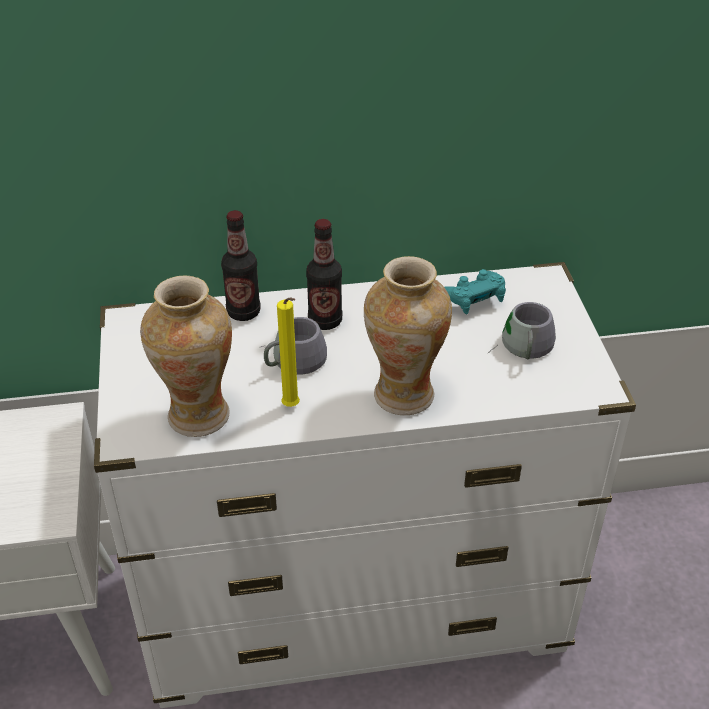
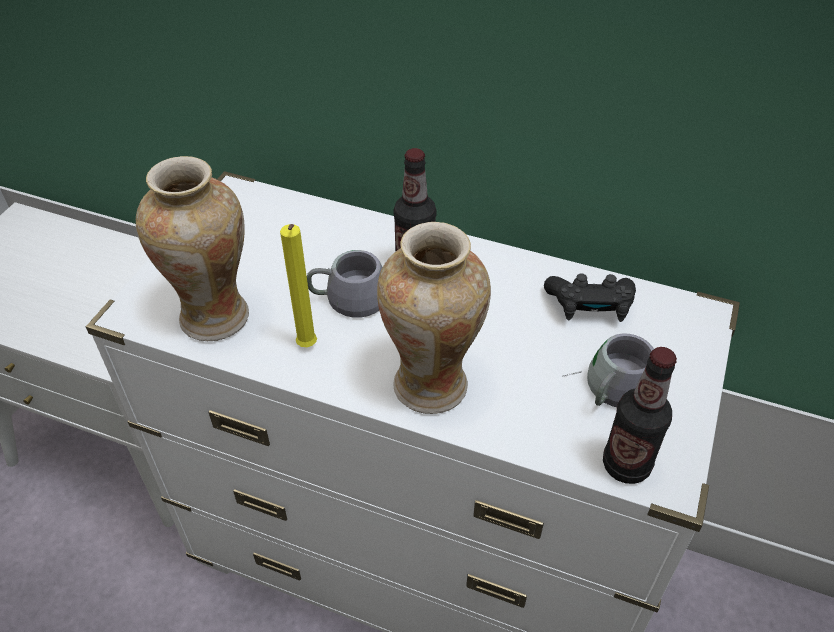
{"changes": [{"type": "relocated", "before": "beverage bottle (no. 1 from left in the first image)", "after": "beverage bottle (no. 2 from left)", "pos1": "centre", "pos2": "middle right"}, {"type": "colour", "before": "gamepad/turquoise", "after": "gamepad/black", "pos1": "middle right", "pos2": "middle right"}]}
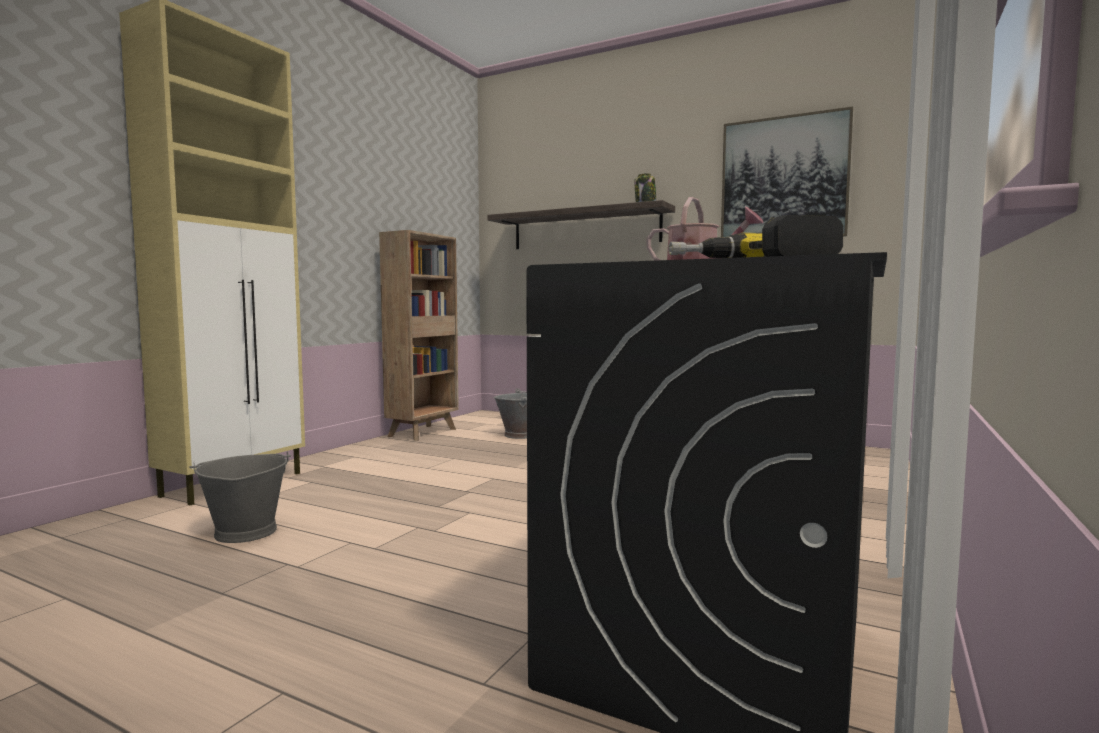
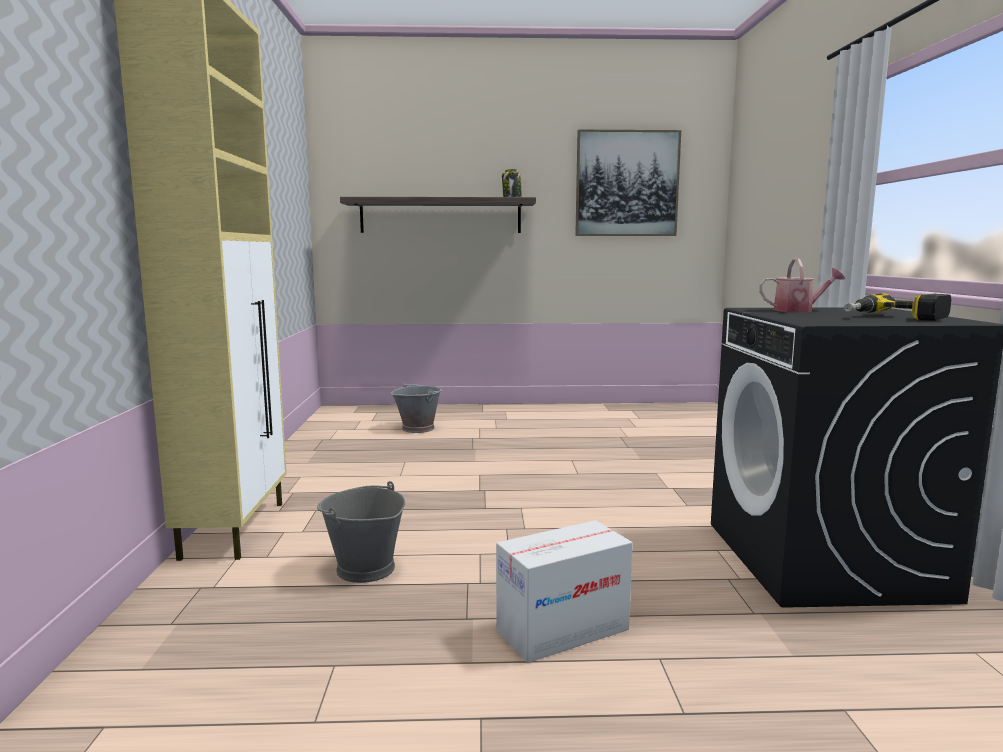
{"changes": [{"type": "missing", "before": "bookcase/brown-coloured", "pos1": "centre"}, {"type": "appeared", "after": "carton", "pos2": "bottom centre"}]}
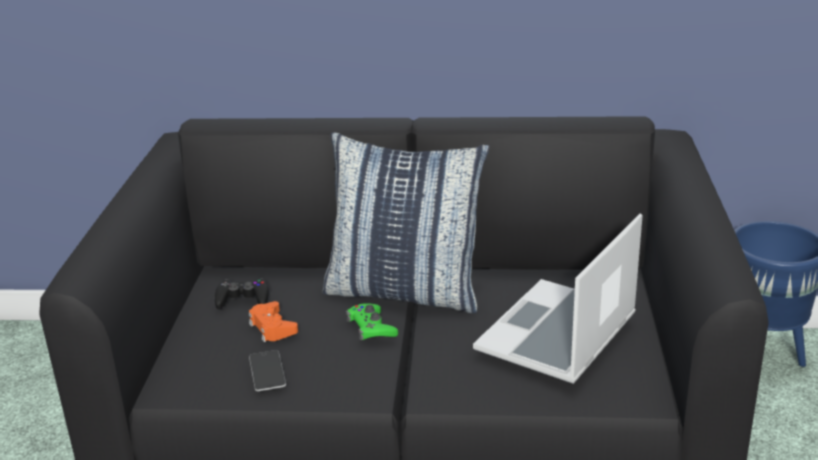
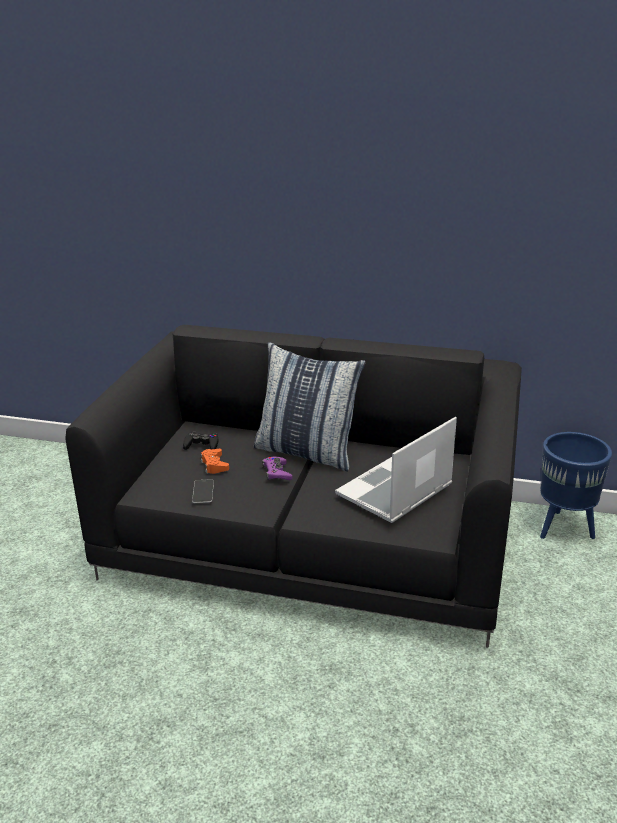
{"changes": [{"type": "colour", "before": "gamepad/greenish", "after": "gamepad/purplish", "pos1": "bottom centre", "pos2": "centre"}]}
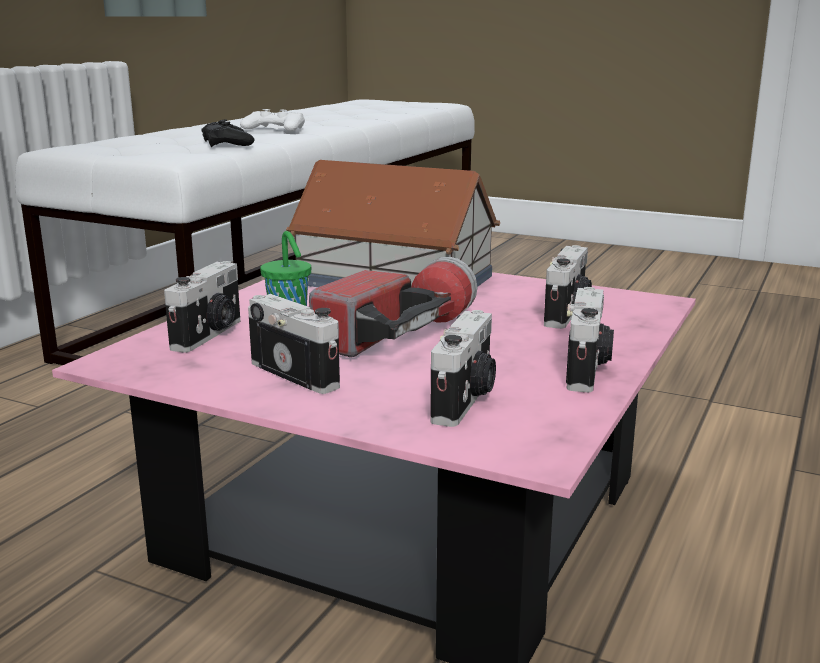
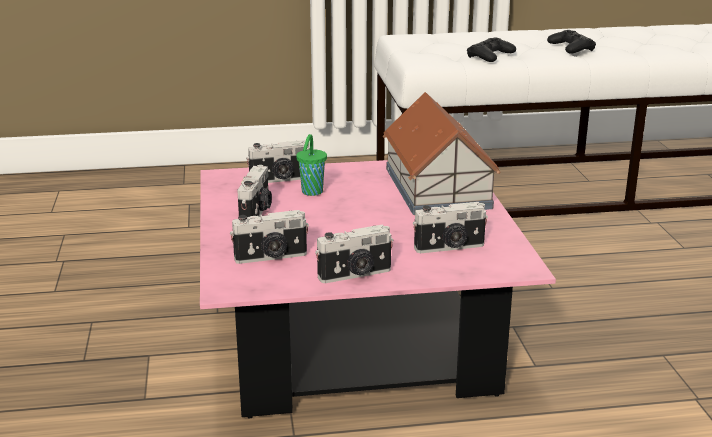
{"changes": [{"type": "colour", "before": "gamepad/whitish", "after": "gamepad/black (no. 2 from left)", "pos1": "top left", "pos2": "top right"}, {"type": "missing", "before": "hand torch", "pos1": "centre"}]}
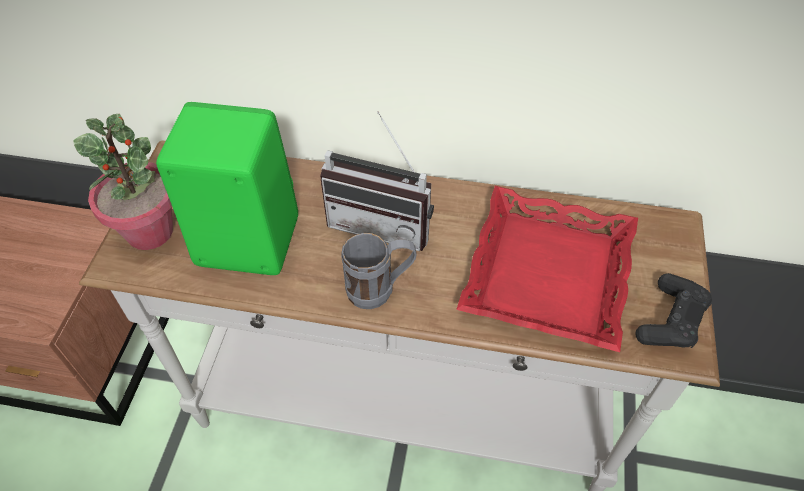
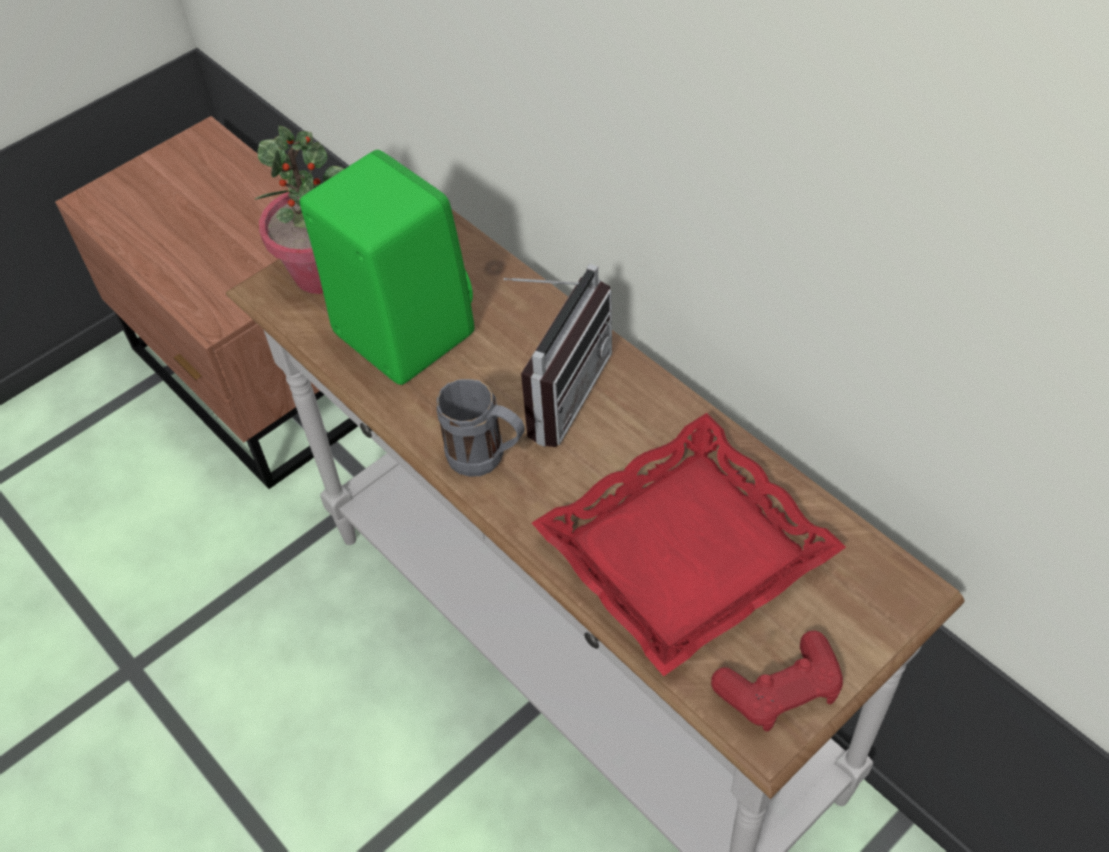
{"changes": [{"type": "spun", "before": "radio", "pos1": "centre", "pos2": "centre", "turn": -120}, {"type": "colour", "before": "gamepad/black", "after": "gamepad/red-coloured", "pos1": "middle right", "pos2": "bottom right"}]}
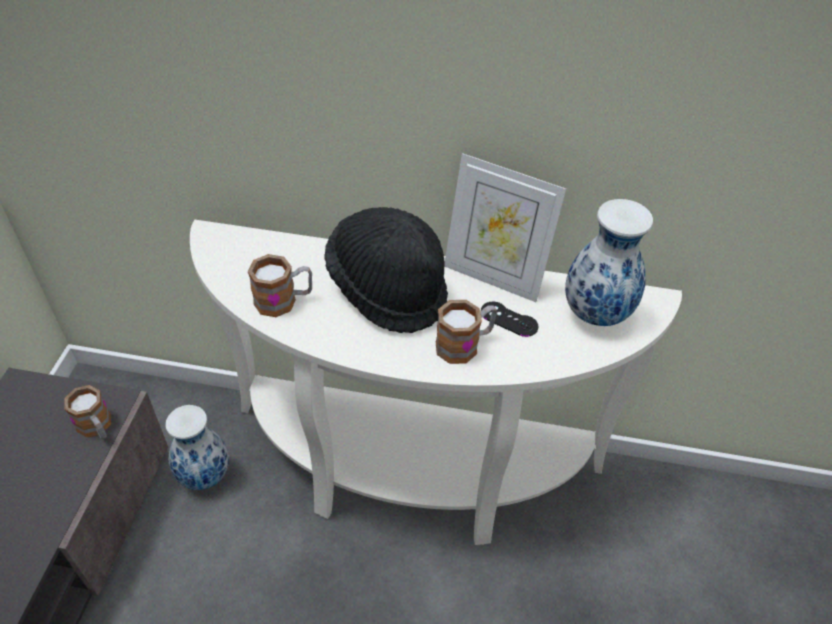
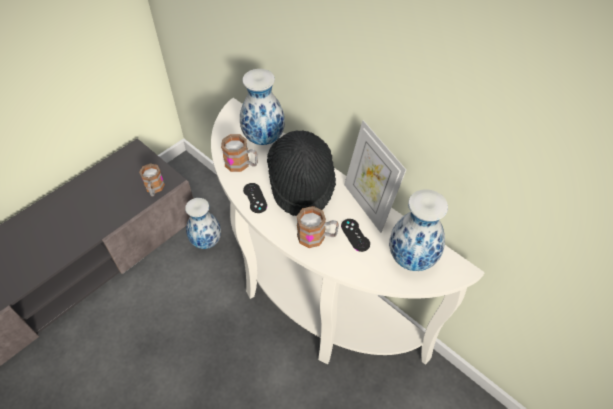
{"changes": [{"type": "appeared", "after": "vase (no. 2 from left)", "pos2": "top centre"}, {"type": "appeared", "after": "gamepad/black (no. 1 from left)", "pos2": "centre"}]}
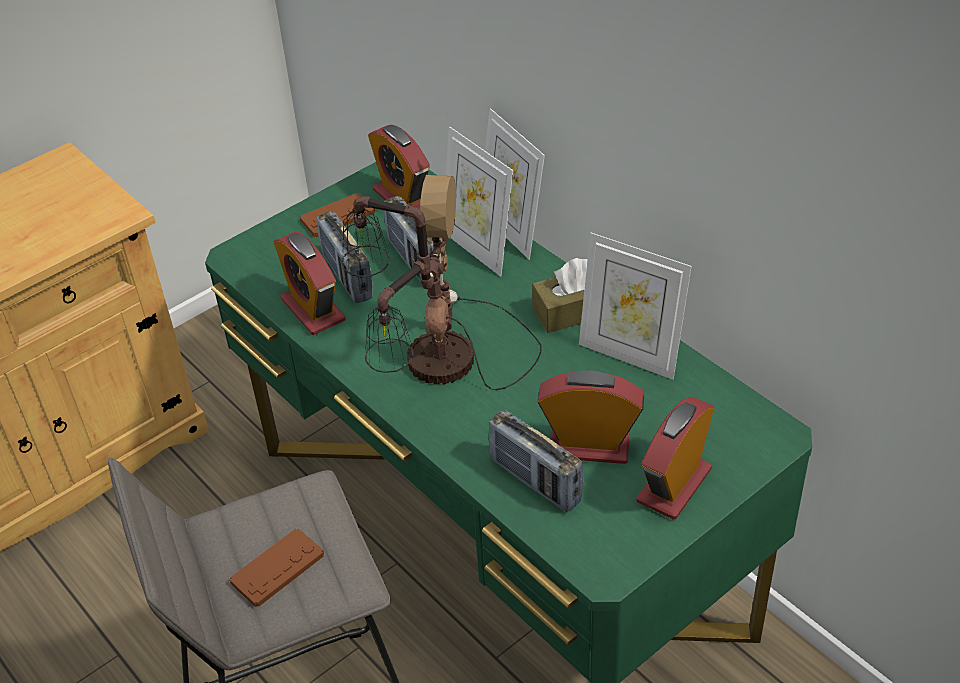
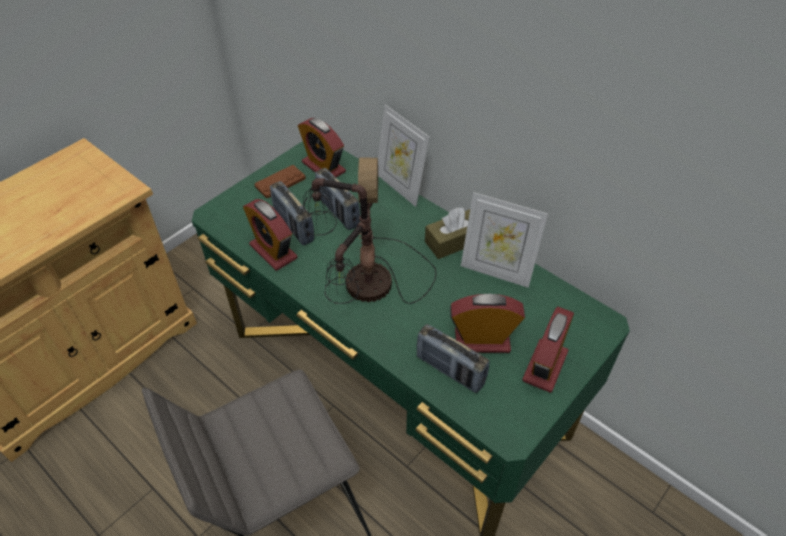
{"changes": [{"type": "missing", "before": "photo frame (no. 1 from left)", "pos1": "top centre"}, {"type": "missing", "before": "gamepad/brown-coloured (no. 1 from left)", "pos1": "bottom left"}]}
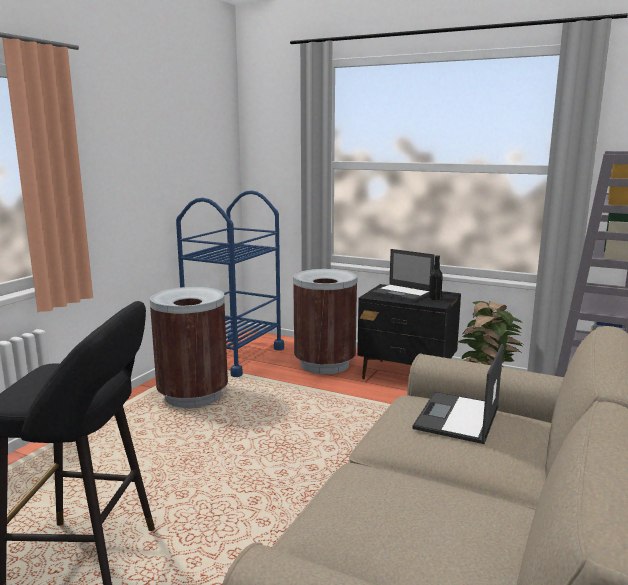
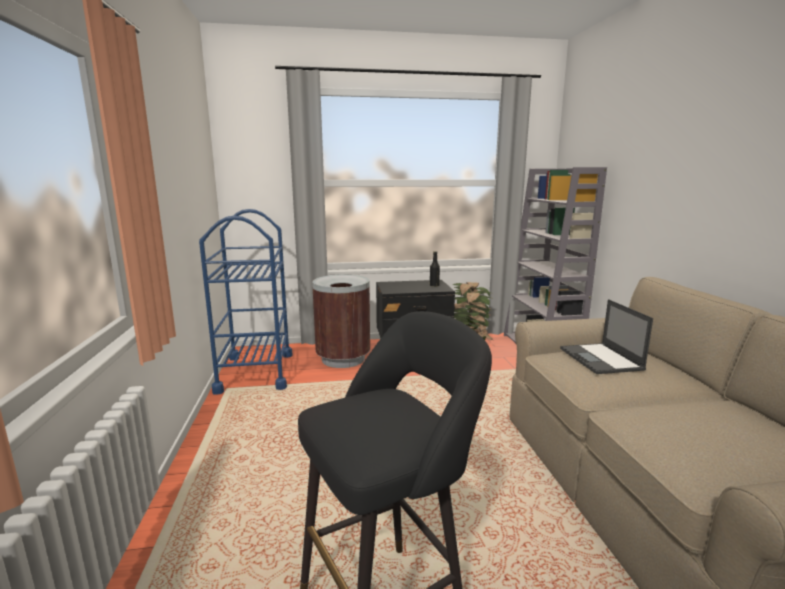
{"changes": [{"type": "missing", "before": "portable computer (no. 1 from left)", "pos1": "centre"}, {"type": "missing", "before": "trash can/brown-coloured (no. 1 from left)", "pos1": "middle left"}]}
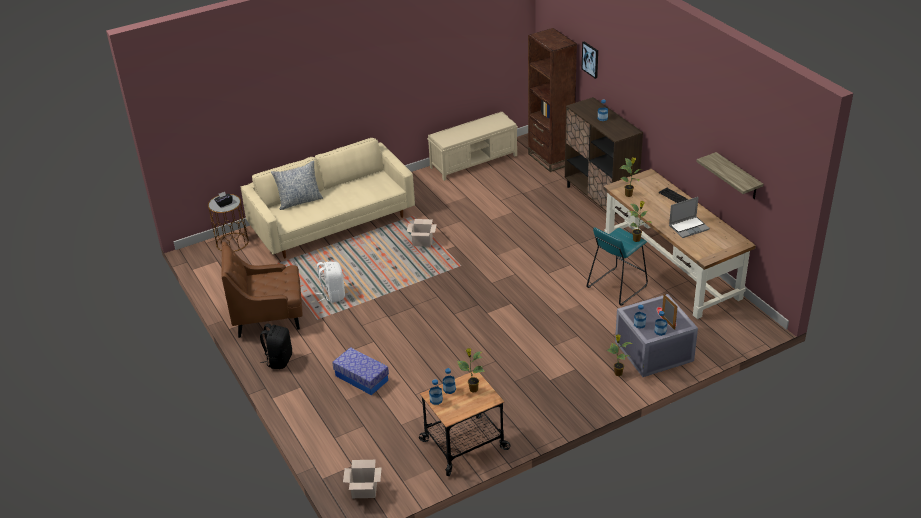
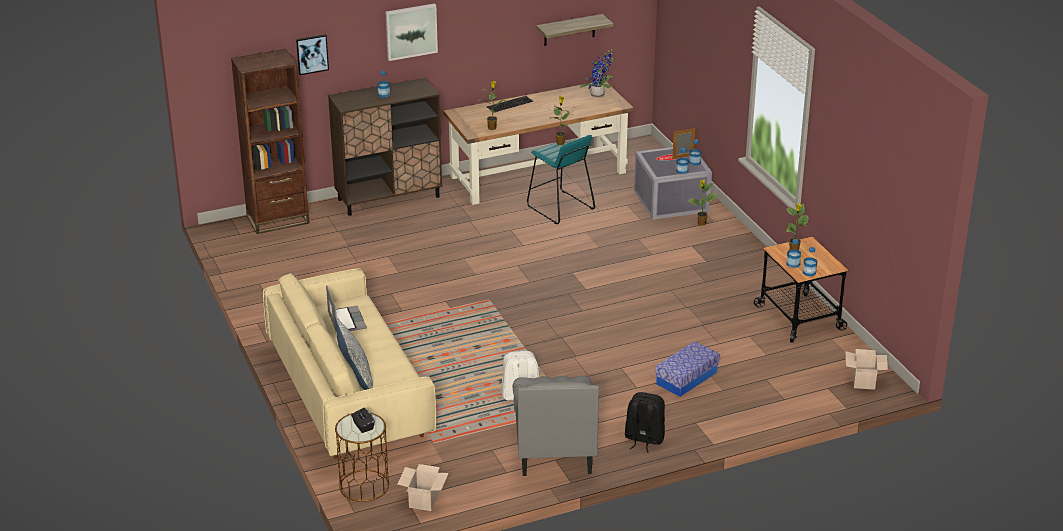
{"changes": [{"type": "missing", "before": "bench/sand-coloured", "pos1": "top centre"}, {"type": "relocated", "before": "portable computer", "pos1": "middle right", "pos2": "middle left"}, {"type": "relocated", "before": "carton (no. 2 from left in the first image)", "after": "carton (no. 1 from left)", "pos1": "centre", "pos2": "bottom centre"}, {"type": "colour", "before": "armchair/brown-coloured", "after": "armchair/gray", "pos1": "middle left", "pos2": "bottom centre"}, {"type": "appeared", "after": "wall picture (no. 2 from left)", "pos2": "top centre"}, {"type": "appeared", "after": "plant in a pot (no. 3 from left)", "pos2": "top centre"}]}
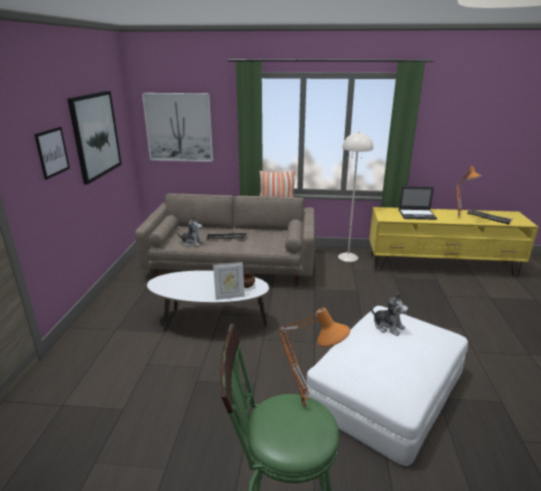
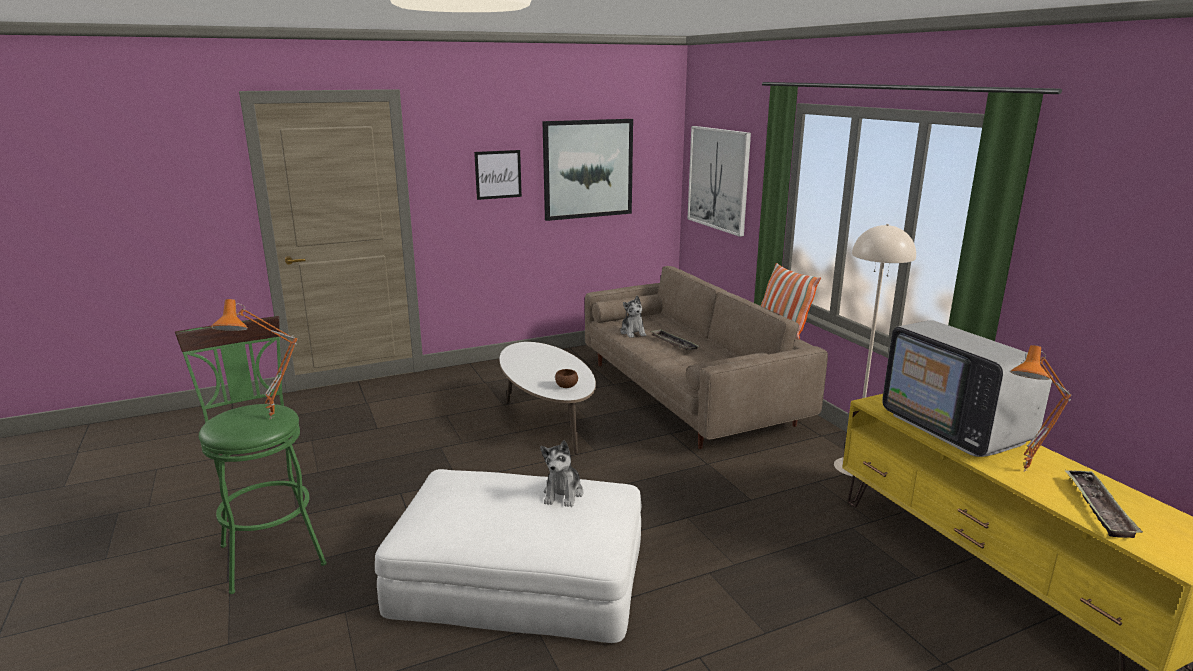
{"changes": [{"type": "exchanged", "before": "portable computer", "after": "TV set", "pos1": "middle right", "pos2": "middle right"}, {"type": "missing", "before": "photo frame", "pos1": "centre"}]}
